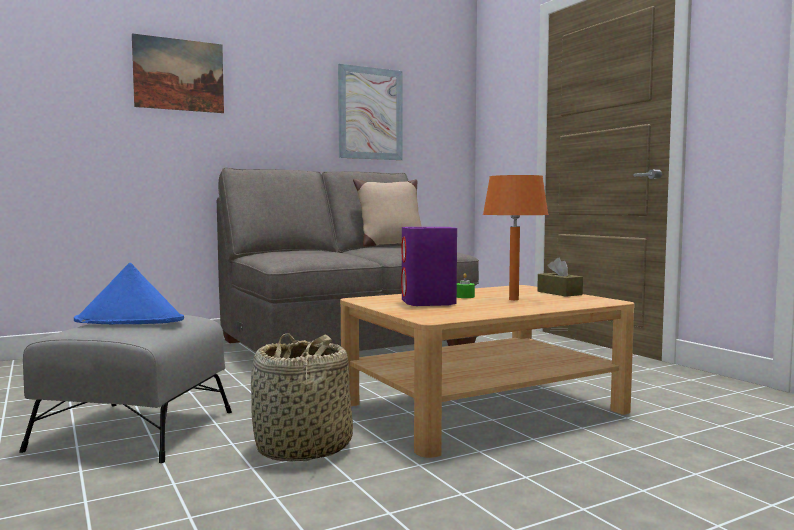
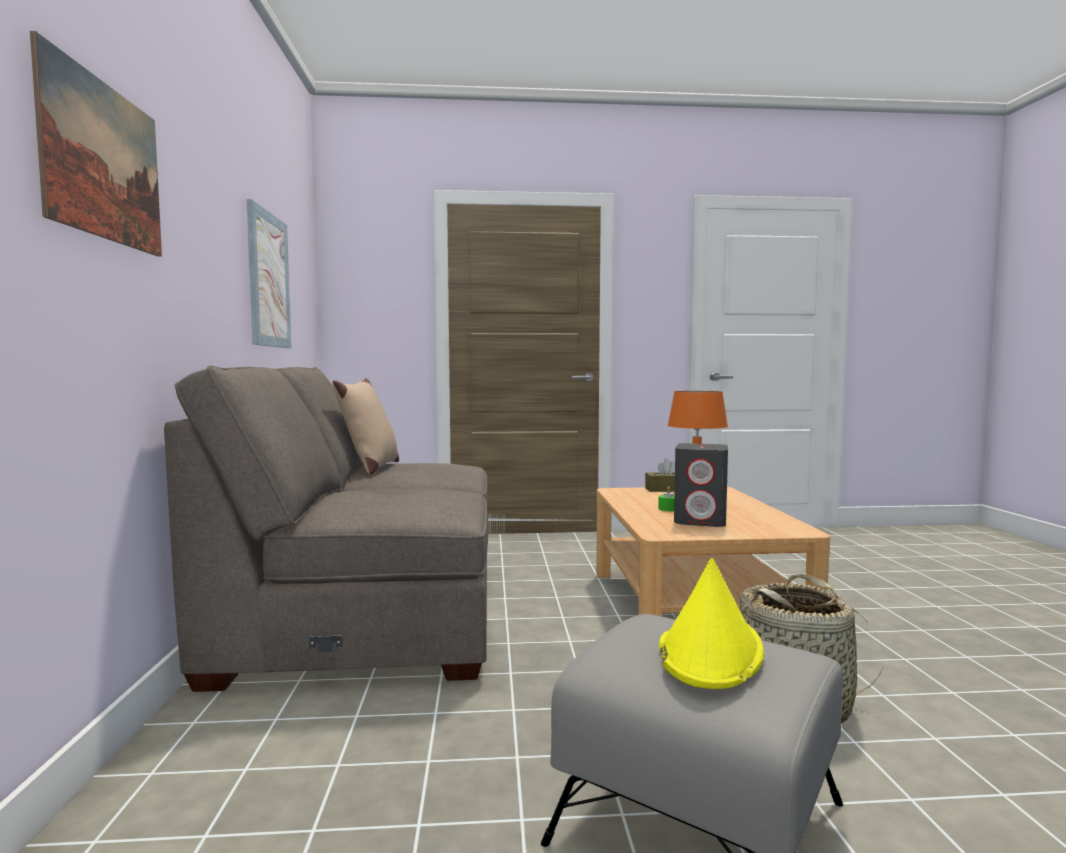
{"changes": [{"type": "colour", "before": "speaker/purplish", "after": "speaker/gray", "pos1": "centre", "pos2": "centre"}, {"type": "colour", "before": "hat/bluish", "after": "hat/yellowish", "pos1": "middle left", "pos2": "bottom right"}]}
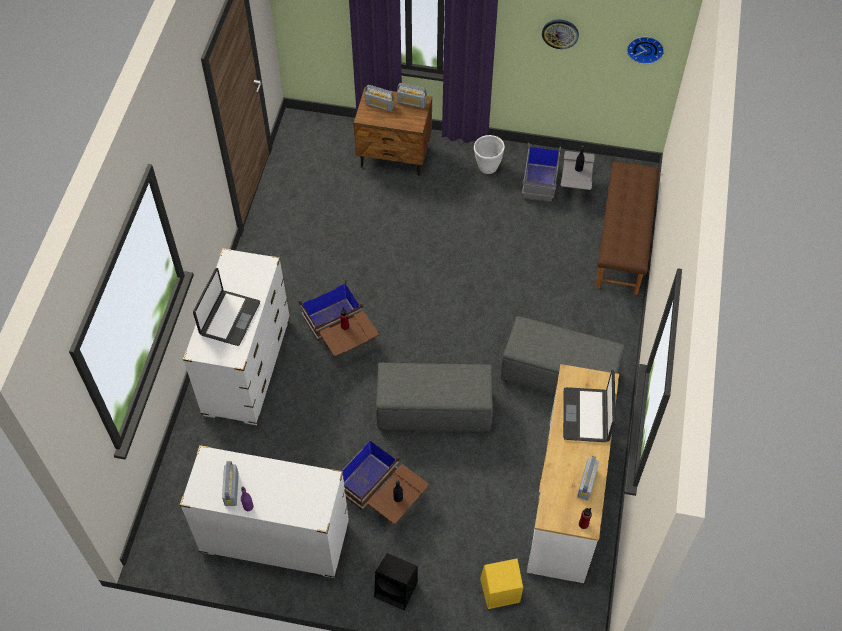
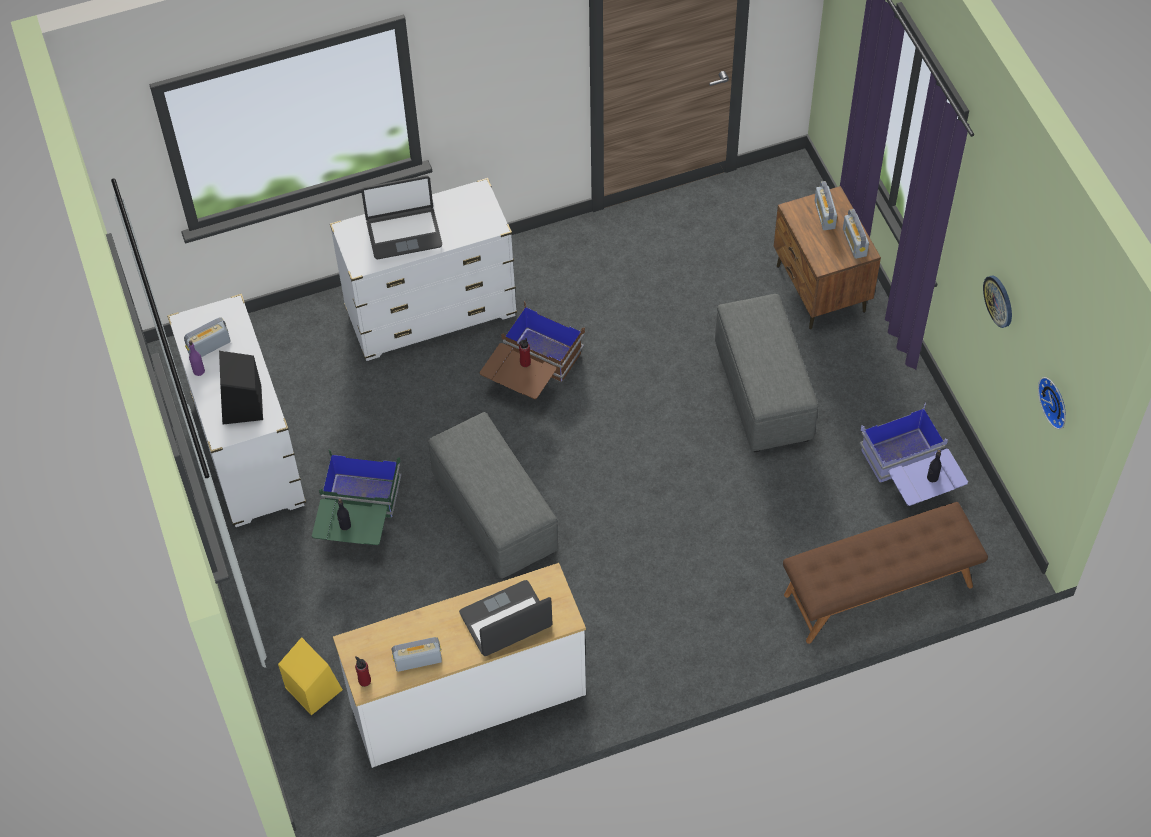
{"changes": [{"type": "missing", "before": "plant pot/whitish", "pos1": "top centre"}, {"type": "colour", "before": "storage bin/gray", "after": "storage bin/bluish", "pos1": "top centre", "pos2": "middle right"}, {"type": "relocated", "before": "footrest/gray (no. 2 from left)", "pos1": "middle right", "pos2": "centre"}, {"type": "colour", "before": "storage bin/brown-coloured (no. 2 from left)", "after": "storage bin/greenish", "pos1": "bottom centre", "pos2": "middle left"}, {"type": "relocated", "before": "speaker/black", "pos1": "bottom centre", "pos2": "middle left"}]}
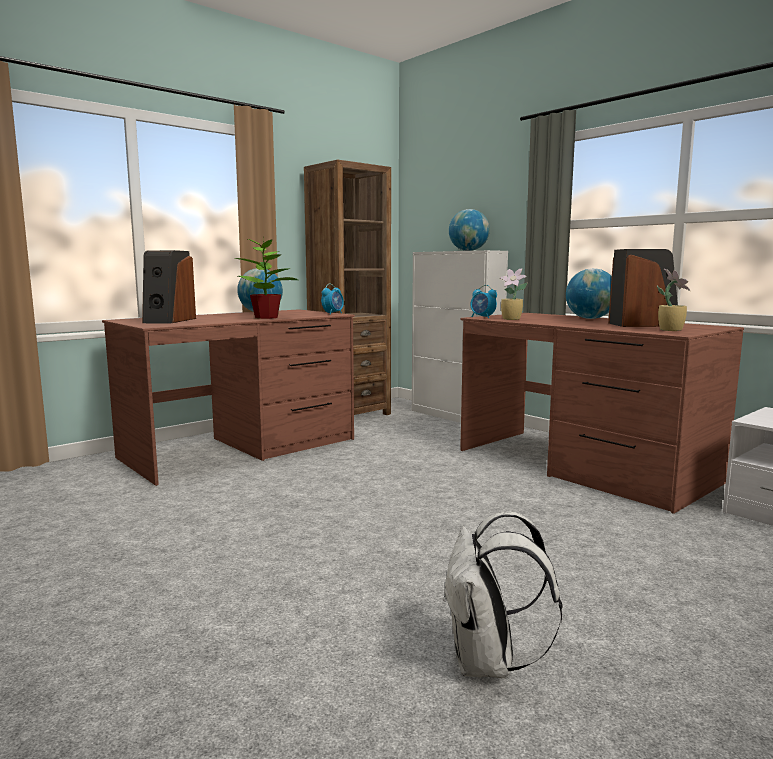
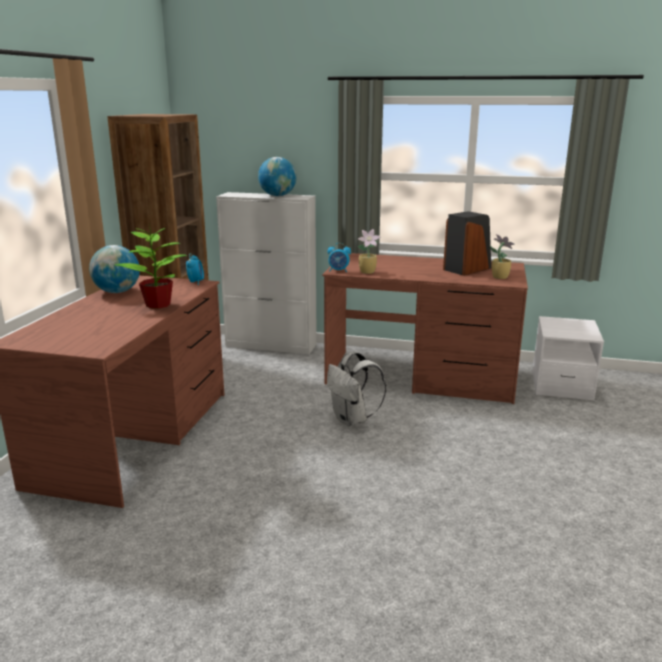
{"changes": [{"type": "missing", "before": "speaker (no. 1 from left)", "pos1": "middle left"}, {"type": "missing", "before": "world globe (no. 3 from left)", "pos1": "middle right"}, {"type": "relocated", "before": "rucksack/whitish", "pos1": "bottom centre", "pos2": "centre"}]}
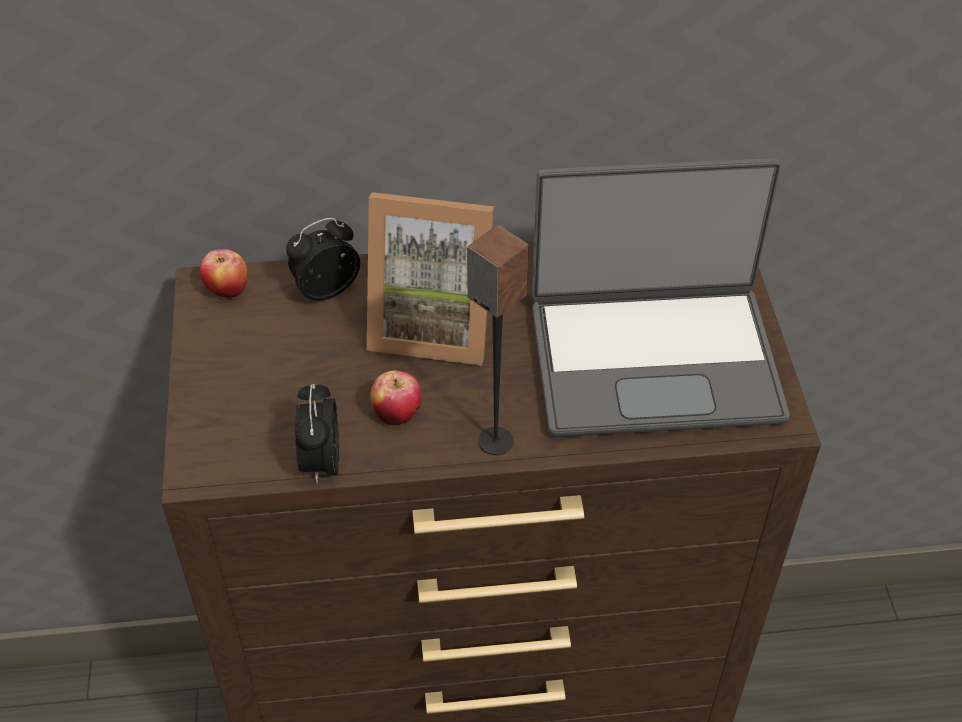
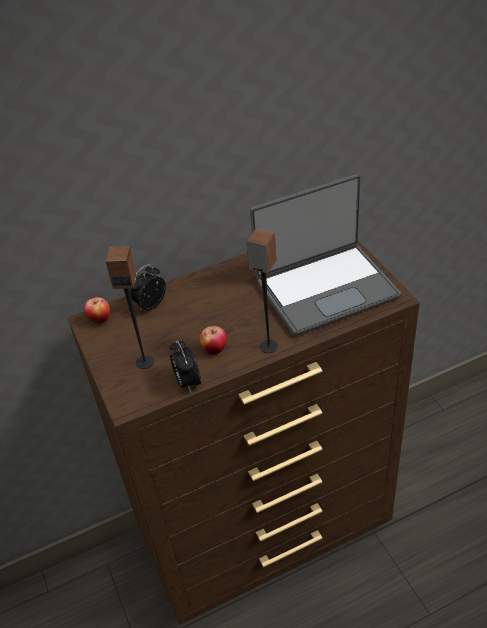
{"changes": [{"type": "missing", "before": "photo frame", "pos1": "centre"}, {"type": "appeared", "after": "speaker (no. 1 from left)", "pos2": "middle left"}]}
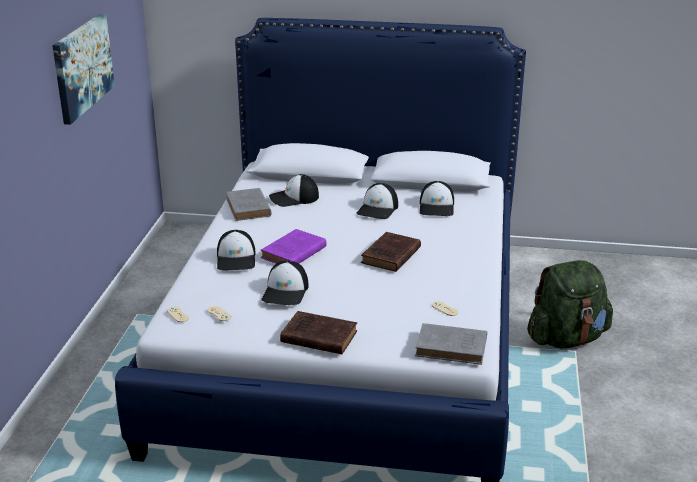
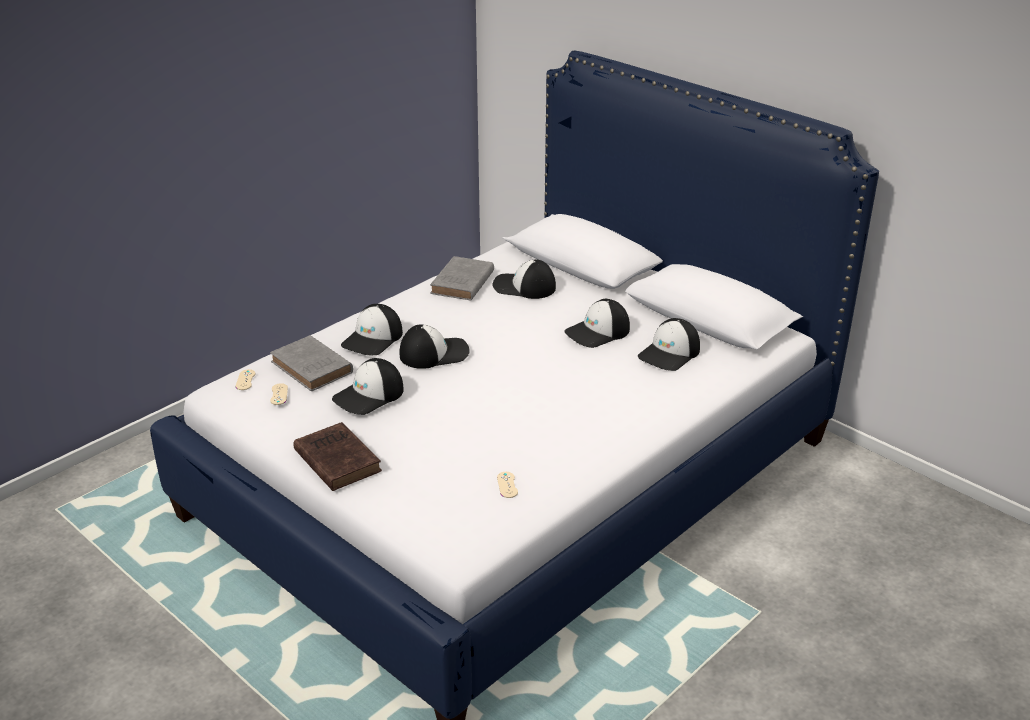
{"changes": [{"type": "missing", "before": "wall picture", "pos1": "top left"}, {"type": "exchanged", "before": "volume/purplish", "after": "cap (no. 3 from left)", "pos1": "centre", "pos2": "centre"}, {"type": "missing", "before": "volume/brown-coloured (no. 2 from left)", "pos1": "centre"}, {"type": "missing", "before": "rucksack/greenish", "pos1": "middle right"}, {"type": "relocated", "before": "volume/gray (no. 2 from left in the first image)", "after": "volume/gray (no. 1 from left)", "pos1": "bottom centre", "pos2": "middle left"}]}
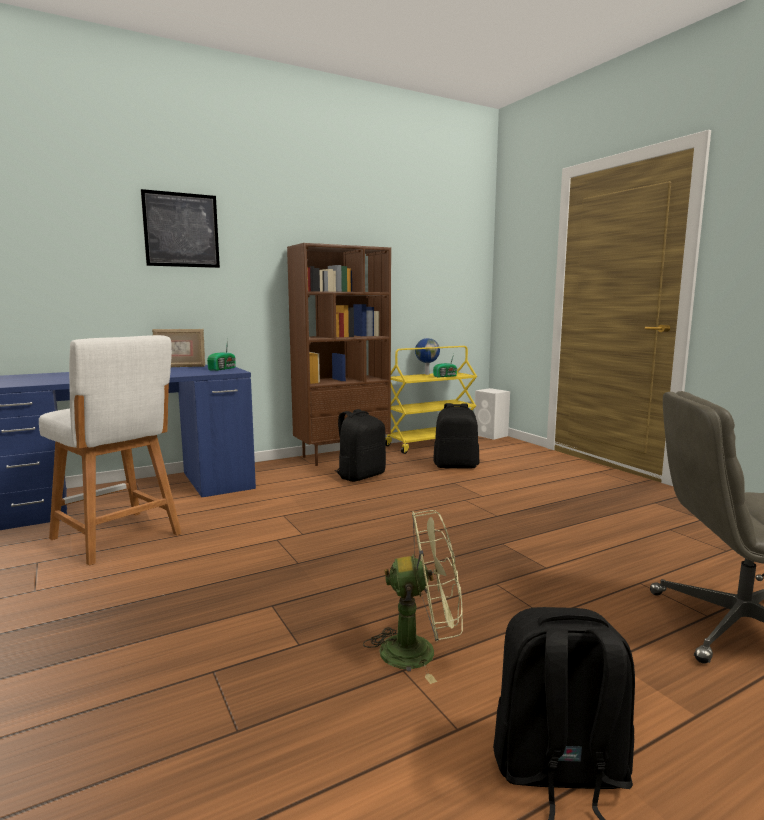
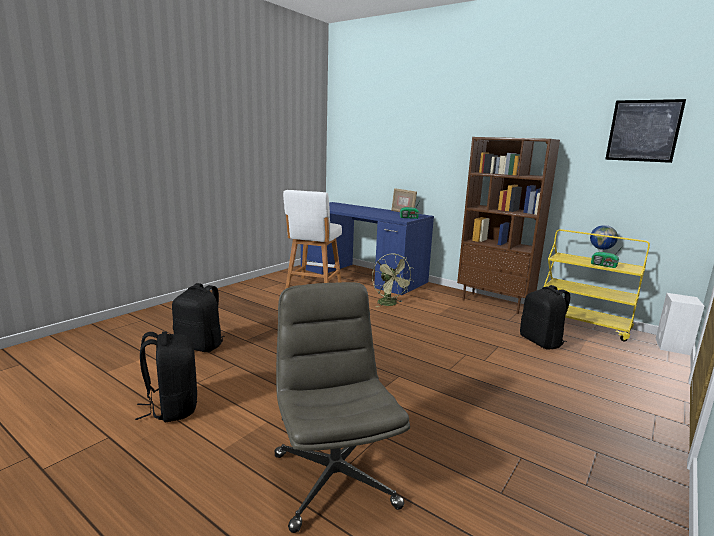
{"changes": [{"type": "relocated", "before": "wall picture", "pos1": "top left", "pos2": "top right"}, {"type": "relocated", "before": "rucksack/black (no. 1 from left in the first image)", "after": "rucksack/black (no. 2 from left)", "pos1": "centre", "pos2": "middle left"}, {"type": "relocated", "before": "electric fan/greenish", "pos1": "bottom centre", "pos2": "centre"}]}
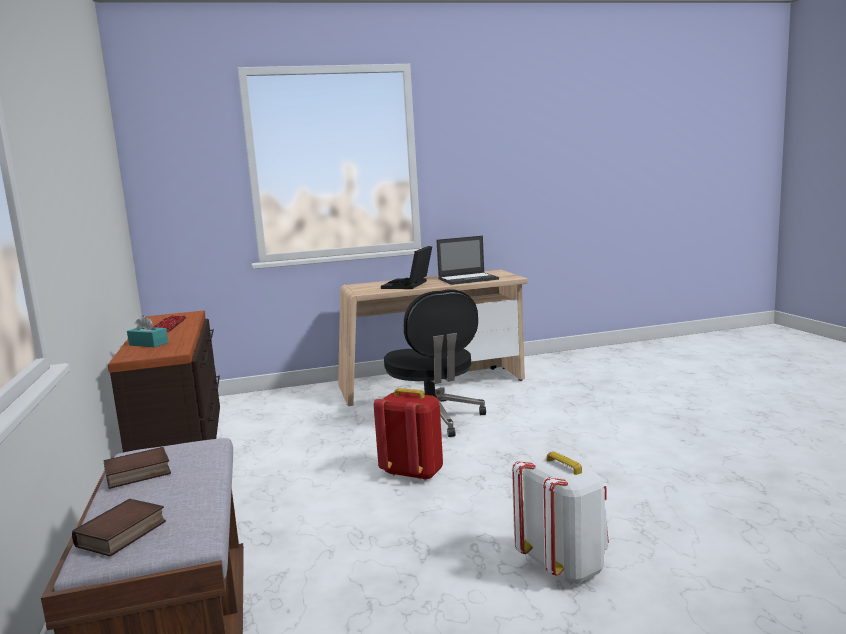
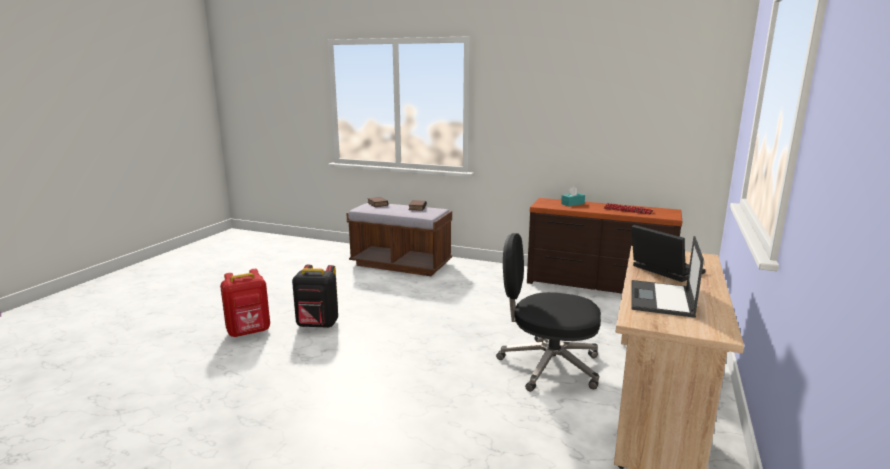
{"changes": [{"type": "relocated", "before": "rucksack/red-coloured", "pos1": "bottom centre", "pos2": "middle left"}, {"type": "colour", "before": "rucksack/whitish", "after": "rucksack/black", "pos1": "bottom centre", "pos2": "centre"}]}
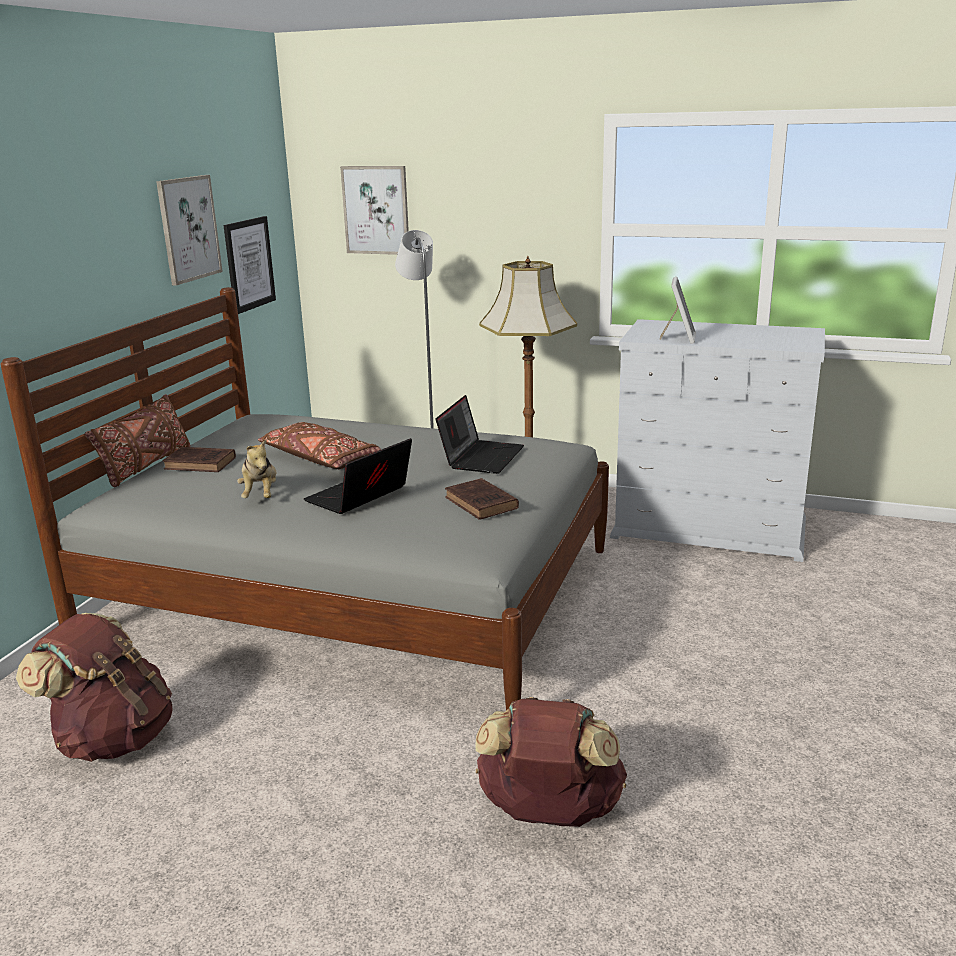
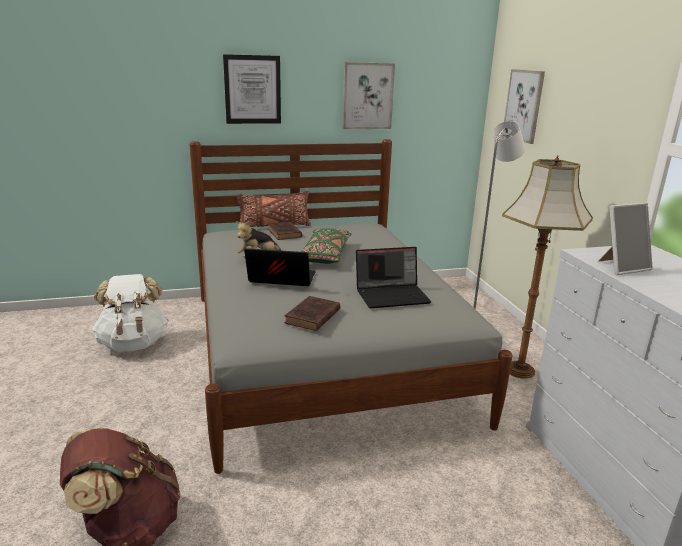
{"changes": [{"type": "relocated", "before": "wall picture (no. 2 from left in the first image)", "after": "wall picture (no. 1 from left)", "pos1": "top left", "pos2": "top centre"}, {"type": "colour", "before": "pillow/brown-coloured (no. 2 from left)", "after": "pillow/greenish", "pos1": "centre", "pos2": "centre"}, {"type": "colour", "before": "rucksack/brown-coloured (no. 1 from left)", "after": "rucksack/whitish", "pos1": "bottom left", "pos2": "middle left"}]}
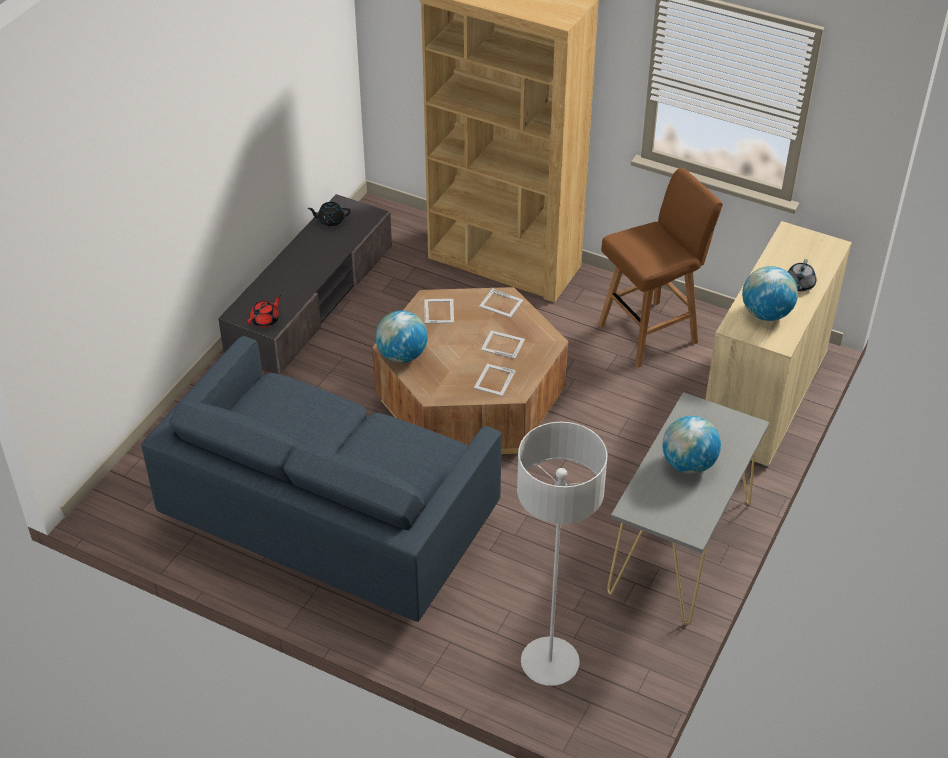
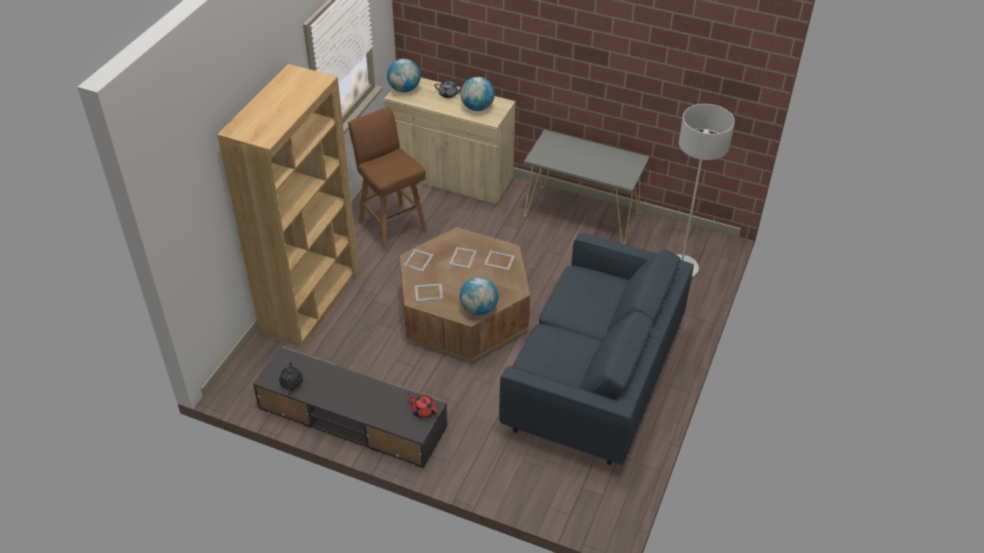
{"changes": [{"type": "relocated", "before": "world globe (no. 2 from left in the first image)", "after": "world globe (no. 1 from left)", "pos1": "middle right", "pos2": "top centre"}]}
